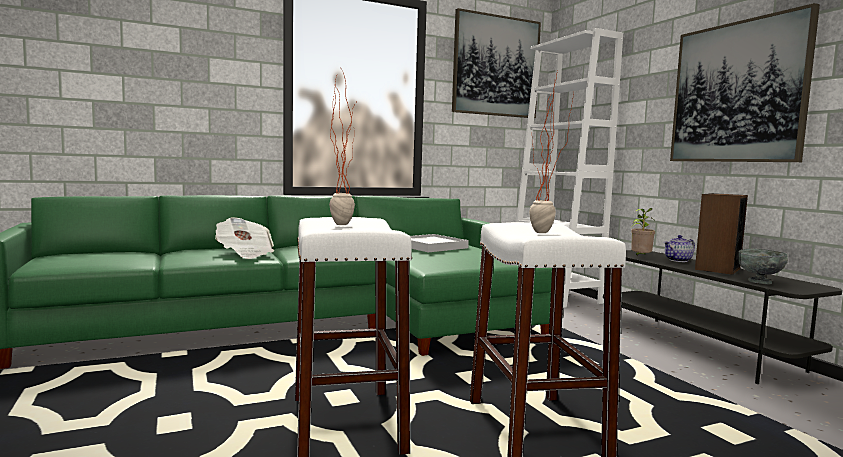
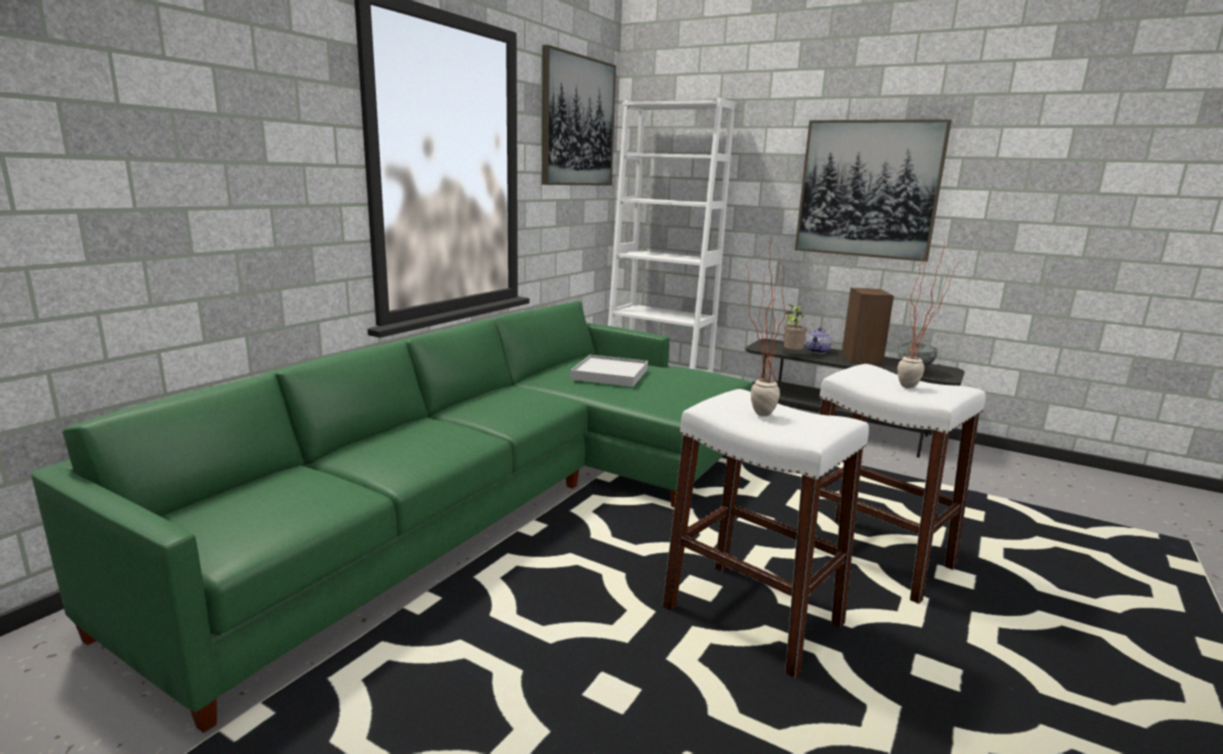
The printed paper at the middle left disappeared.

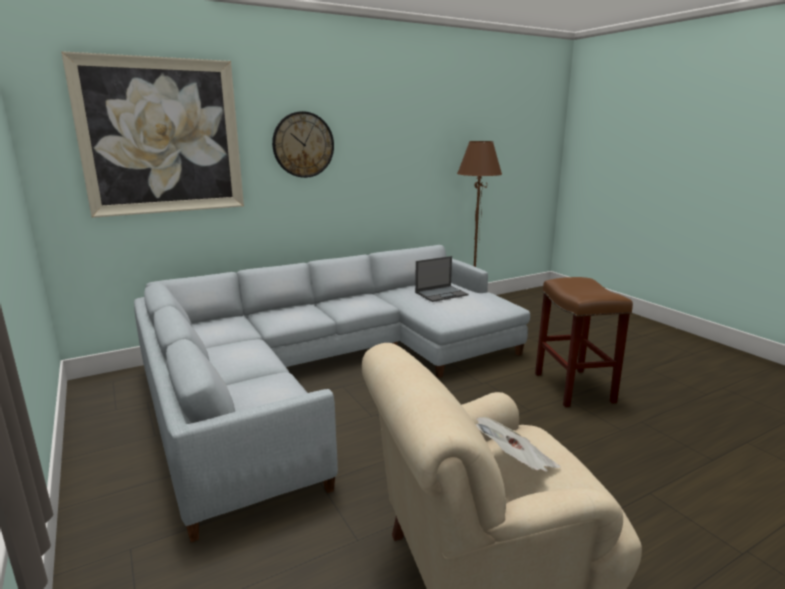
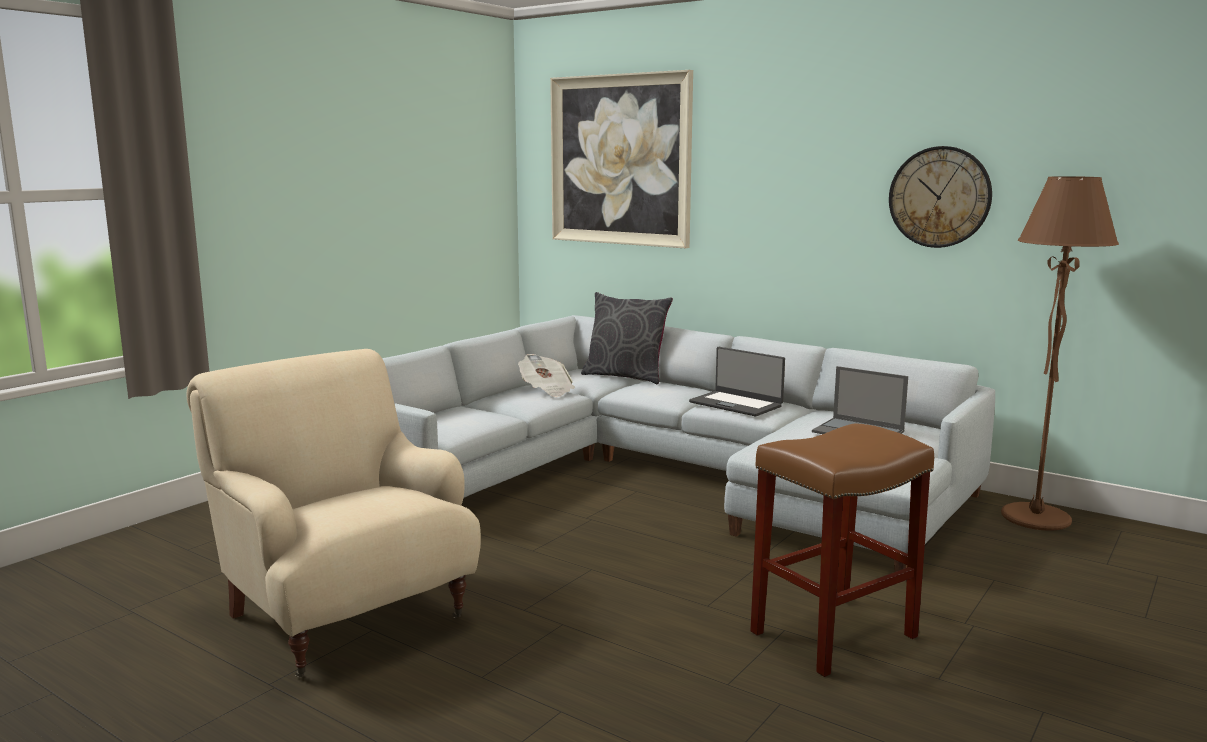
The grey cushion at the centre appeared.
The laptop (no. 1 from left) at the centre appeared.
The hanging clock moved from the top centre to the top right.
The printed paper moved from the bottom centre to the centre.

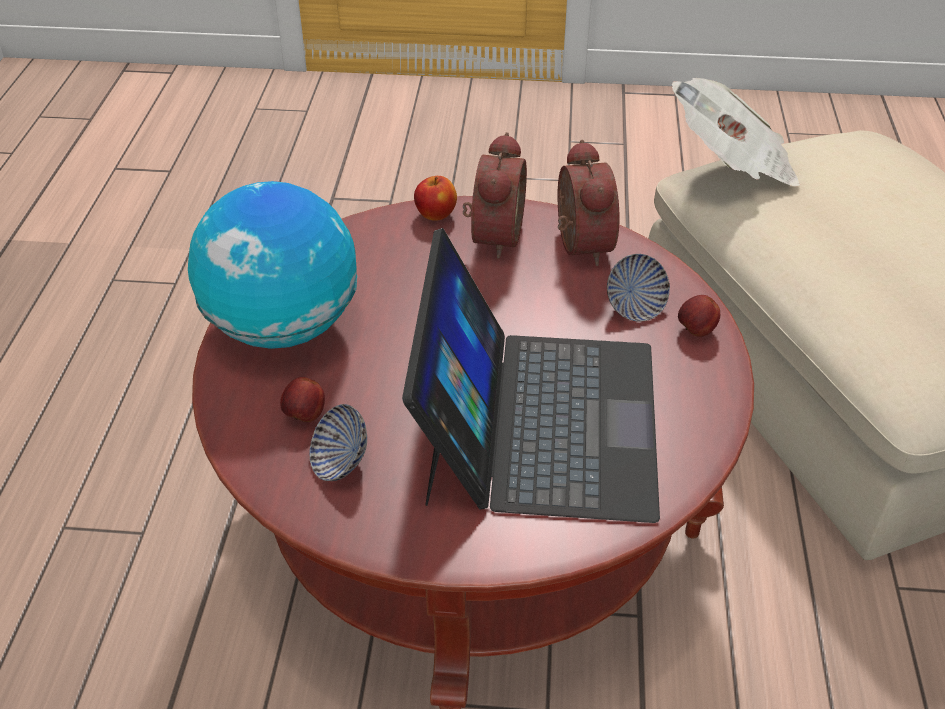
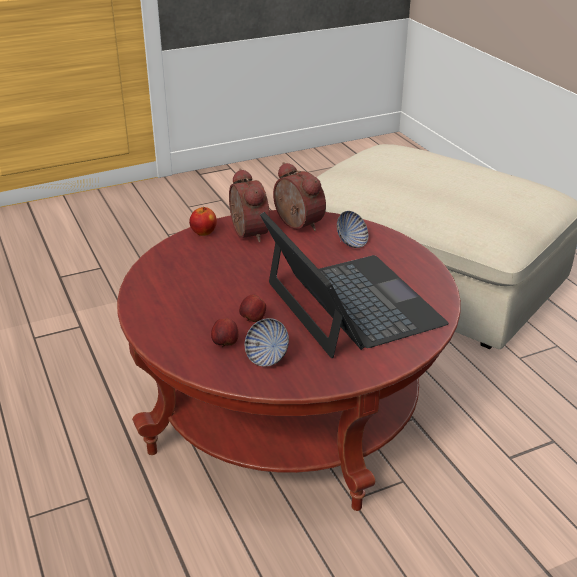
The desk globe at the middle left disappeared.
The printed paper at the top right disappeared.
The whole apple (no. 3 from left) moved from the middle right to the centre.

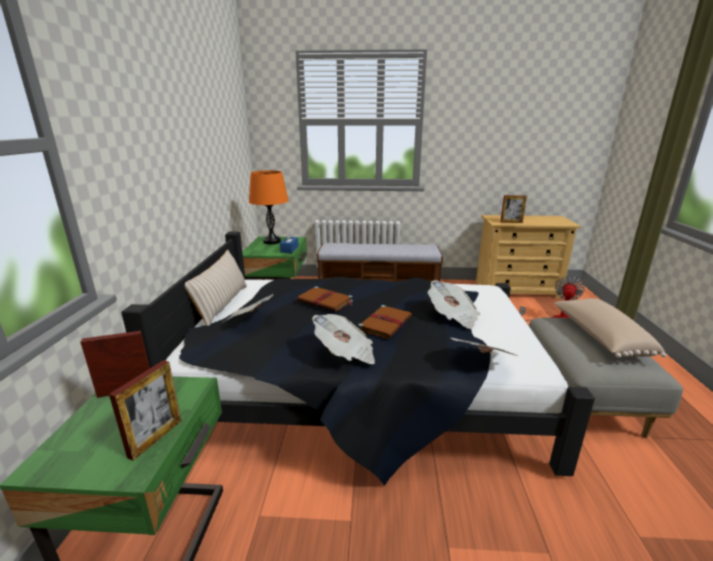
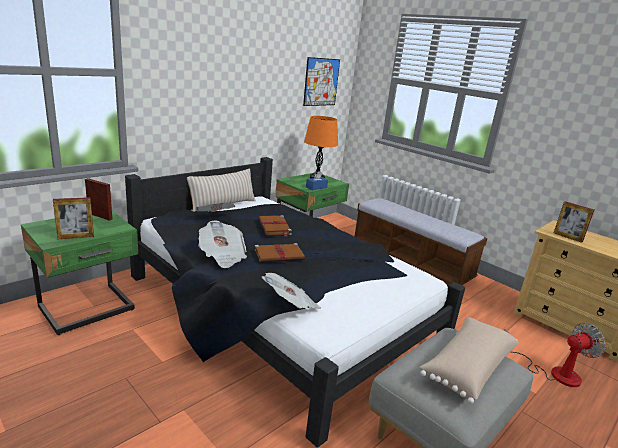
The printed paper (no. 3 from left) at the centre disappeared.
The wall picture at the top centre appeared.

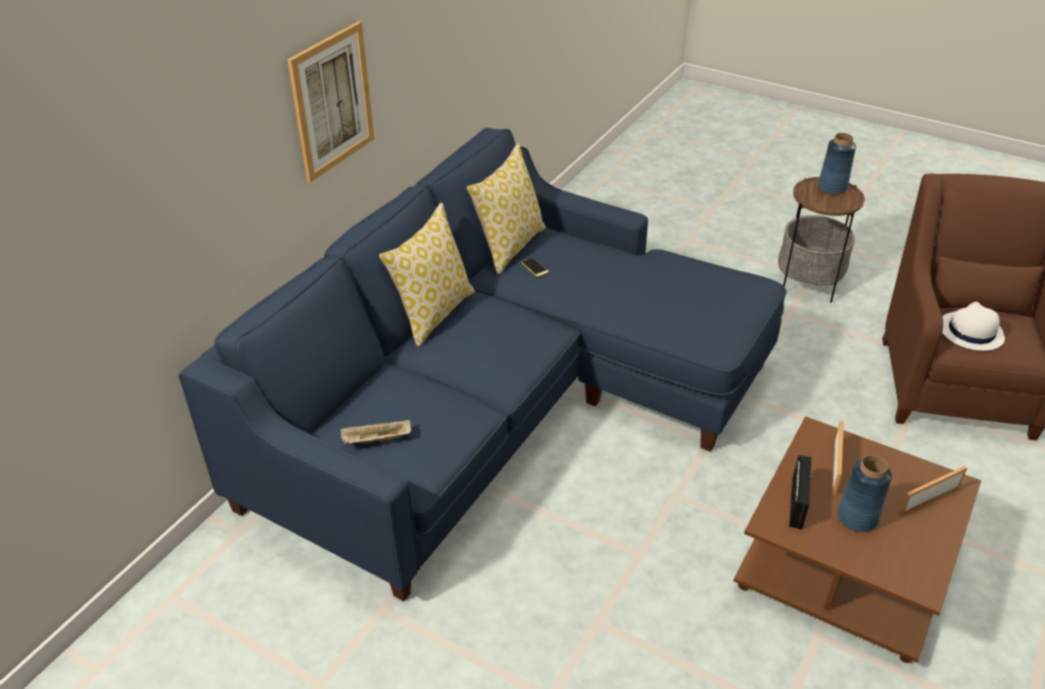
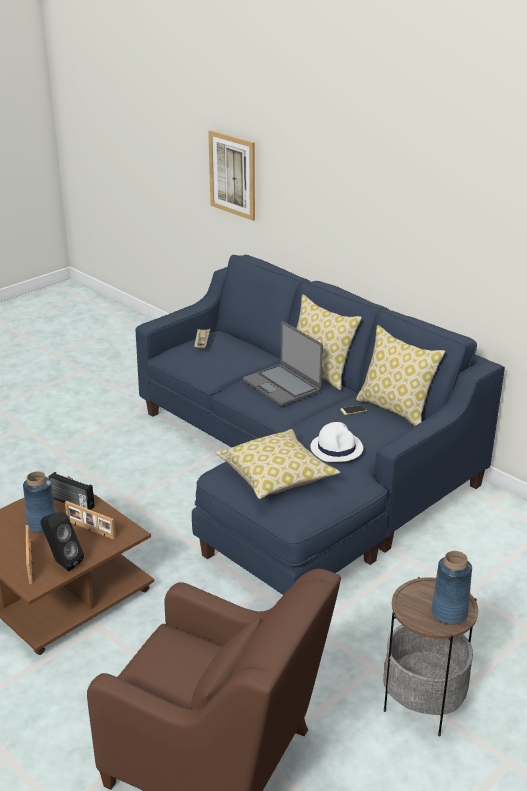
The black speaker at the bottom left appeared.
The cushion (no. 1 from left) at the centre appeared.
The laptop at the centre appeared.
The wall picture moved from the top left to the top centre.
The white-coloured hat moved from the middle right to the centre.

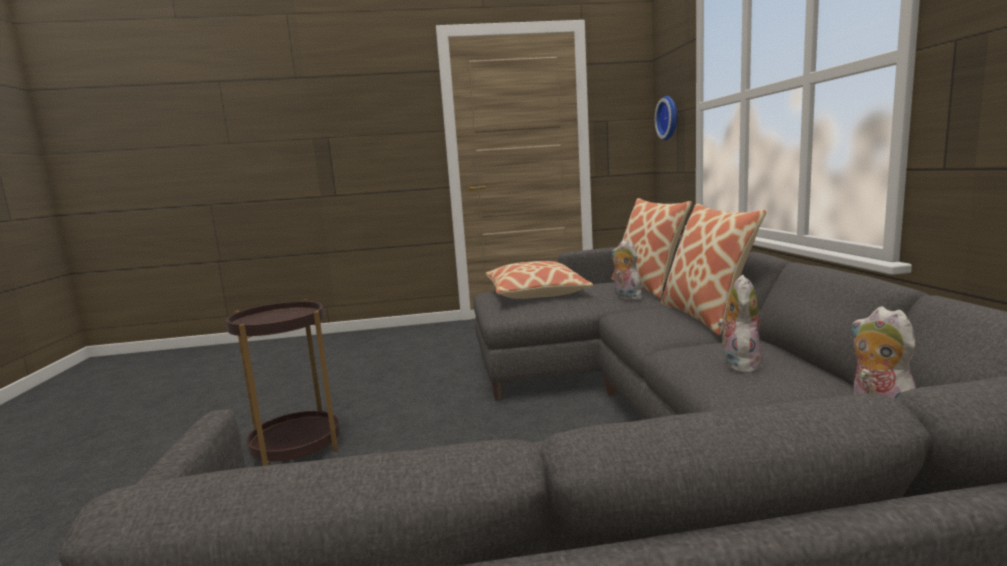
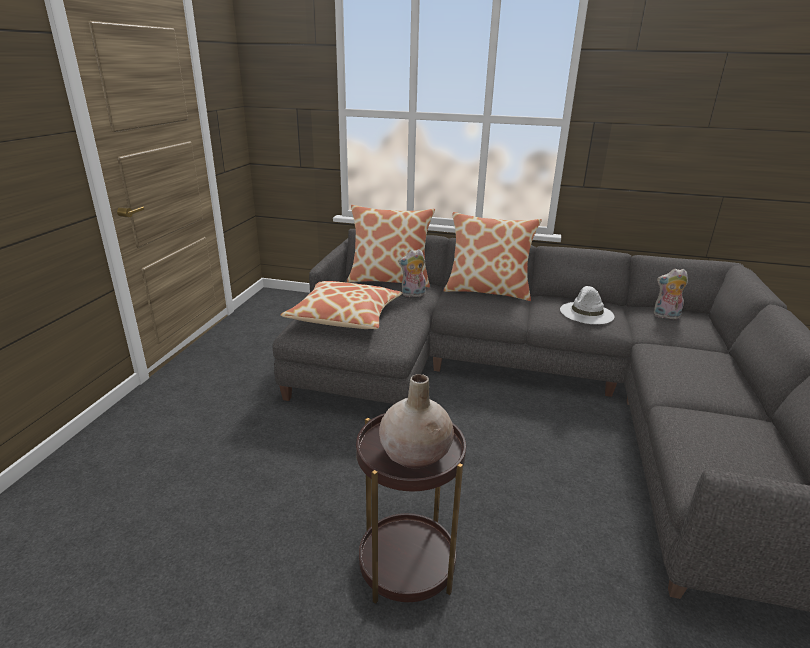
The hanging clock at the top centre disappeared.
The beige flower vase at the centre appeared.
The plush toy (no. 2 from left) at the middle right was replaced by the white-coloured hat at the middle right.

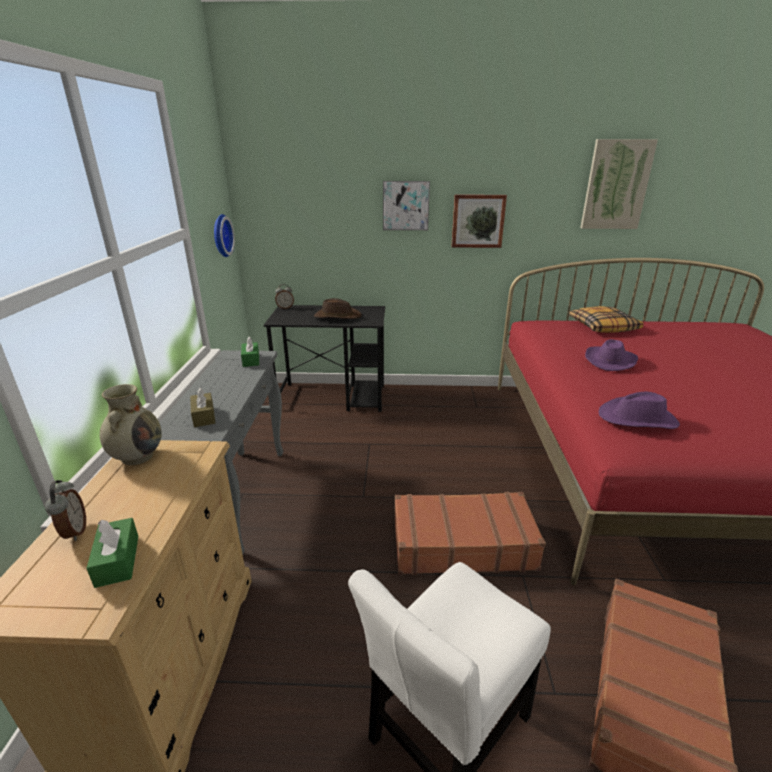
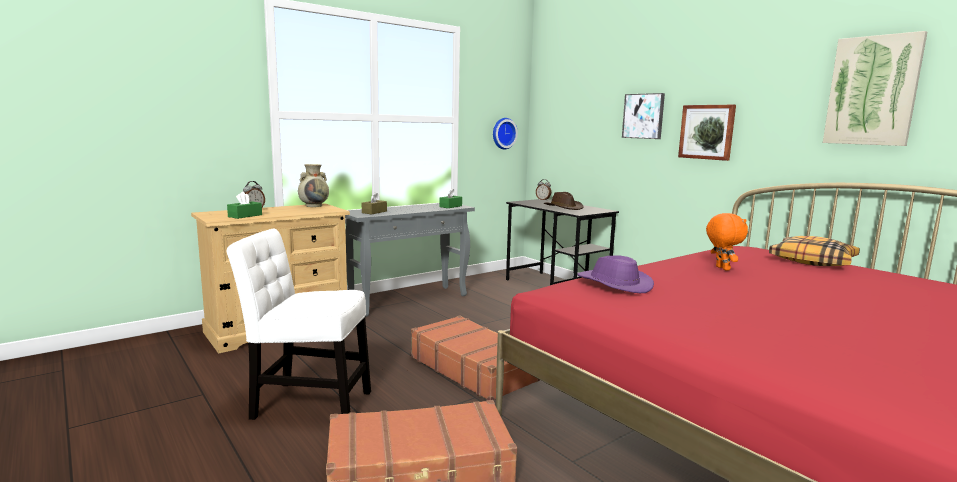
The purplish hat (no. 1 from left) at the middle right was replaced by the orange-coloured plush toy at the middle right.

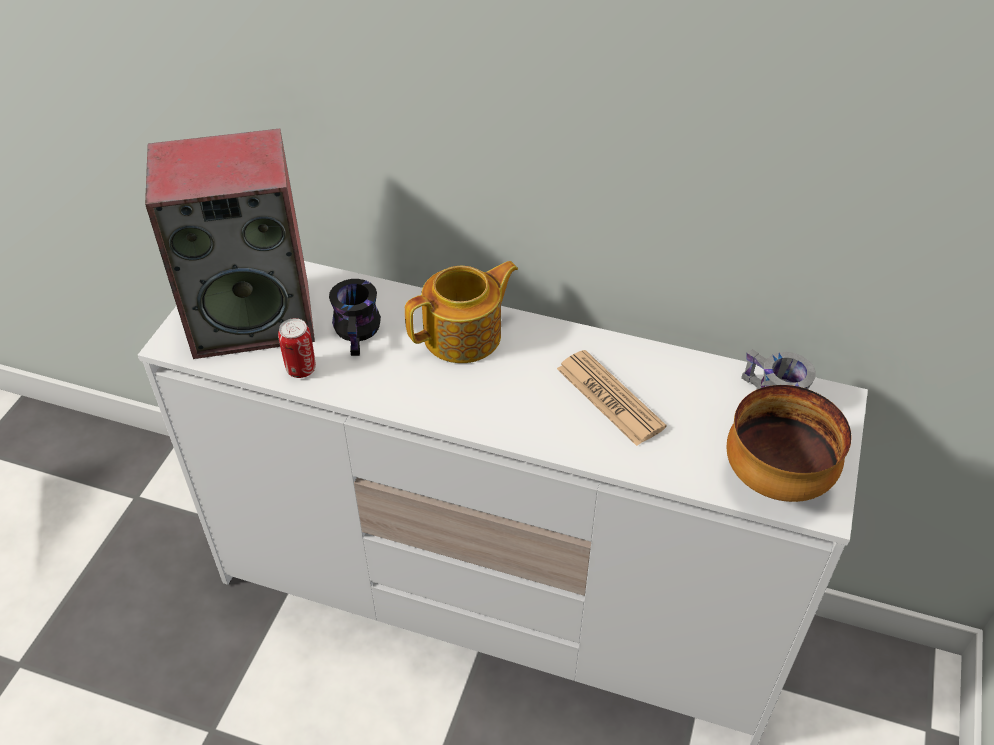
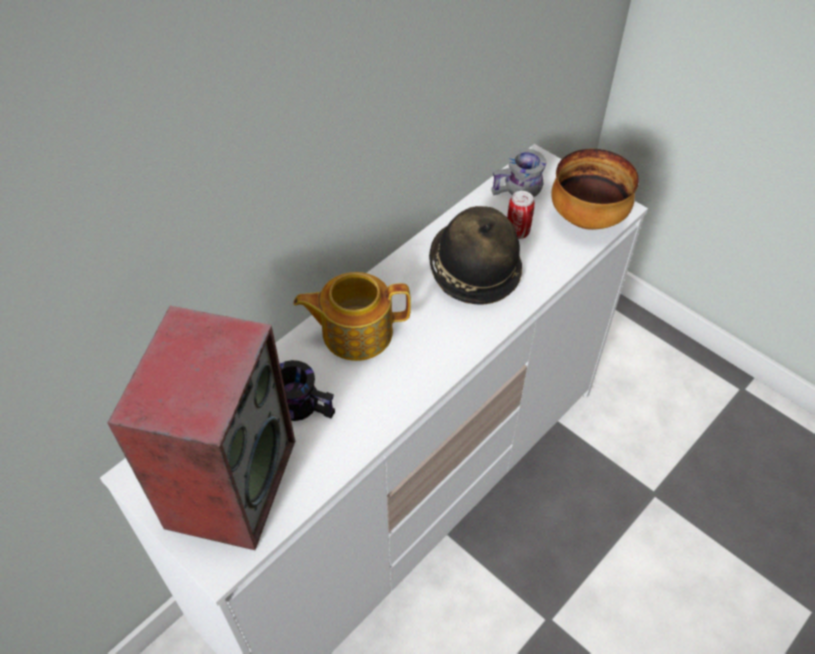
The can moved from the middle left to the top centre.
The printed paper at the centre was replaced by the hat at the centre.
The tea pot at the centre turned 90 degrees counterclockwise.

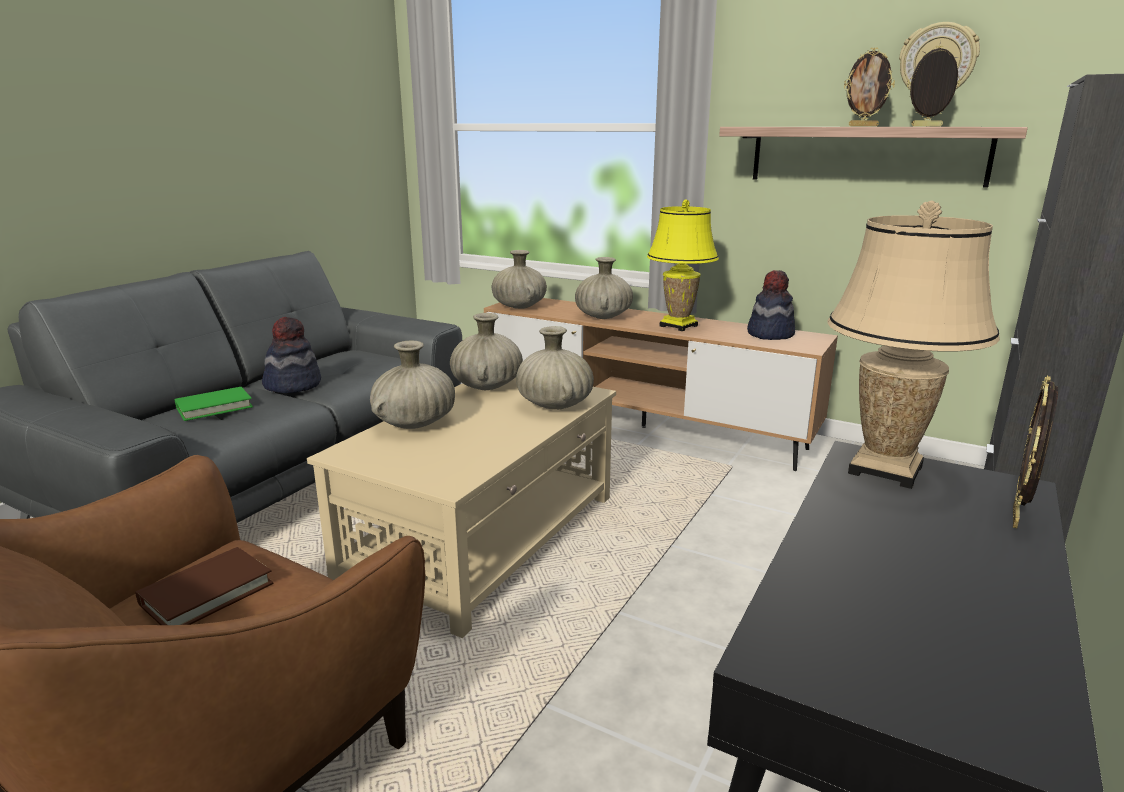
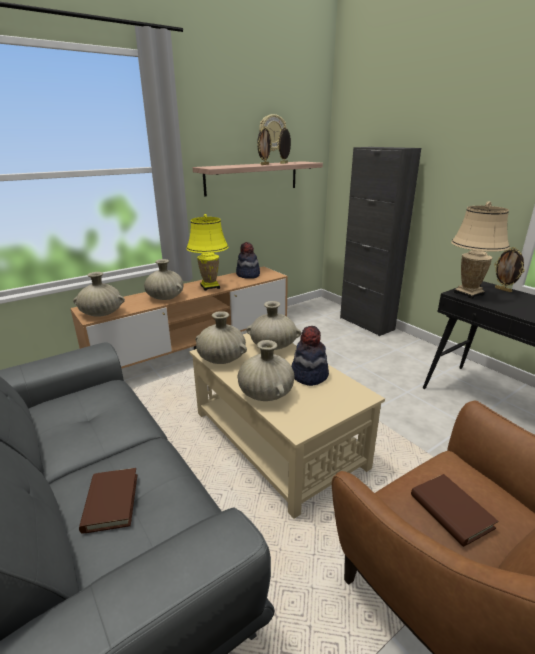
The hat (no. 1 from left in the first image) moved from the middle left to the centre.
The green-coloured book at the middle left became the brown book (no. 1 from left) at the bottom left.

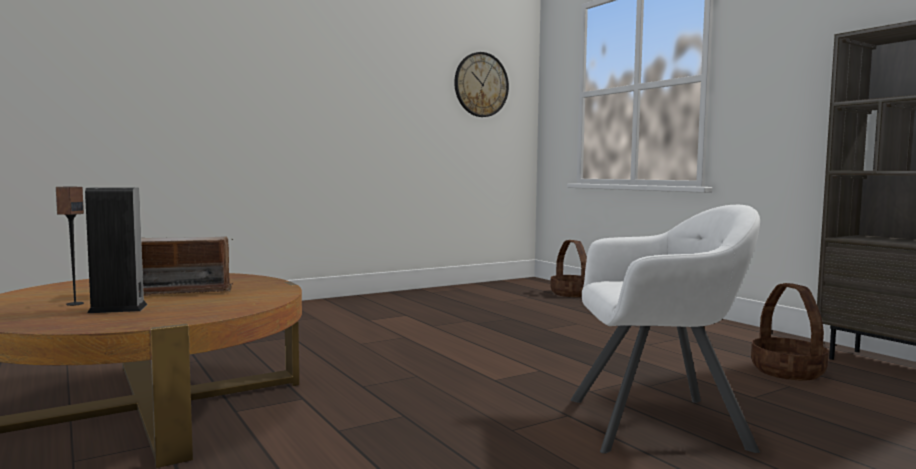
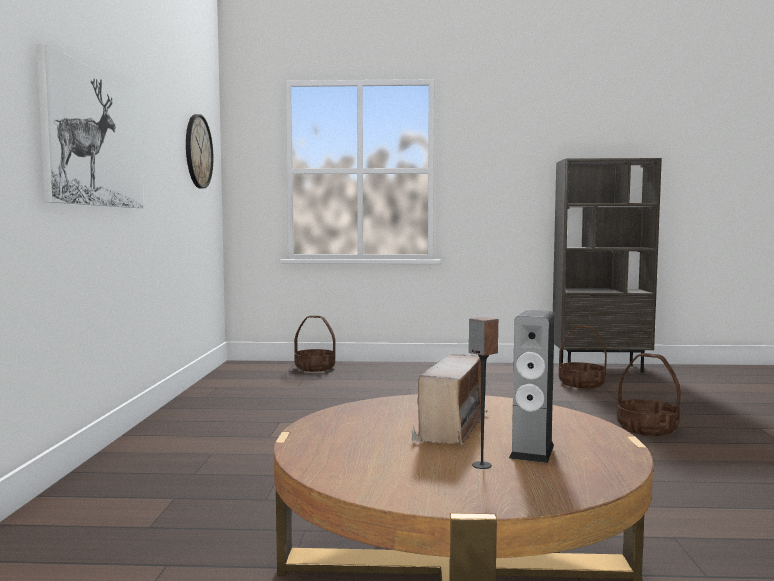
The wall picture at the top left appeared.
The white-coloured easy chair at the bottom right was replaced by the basket (no. 3 from left) at the bottom right.

